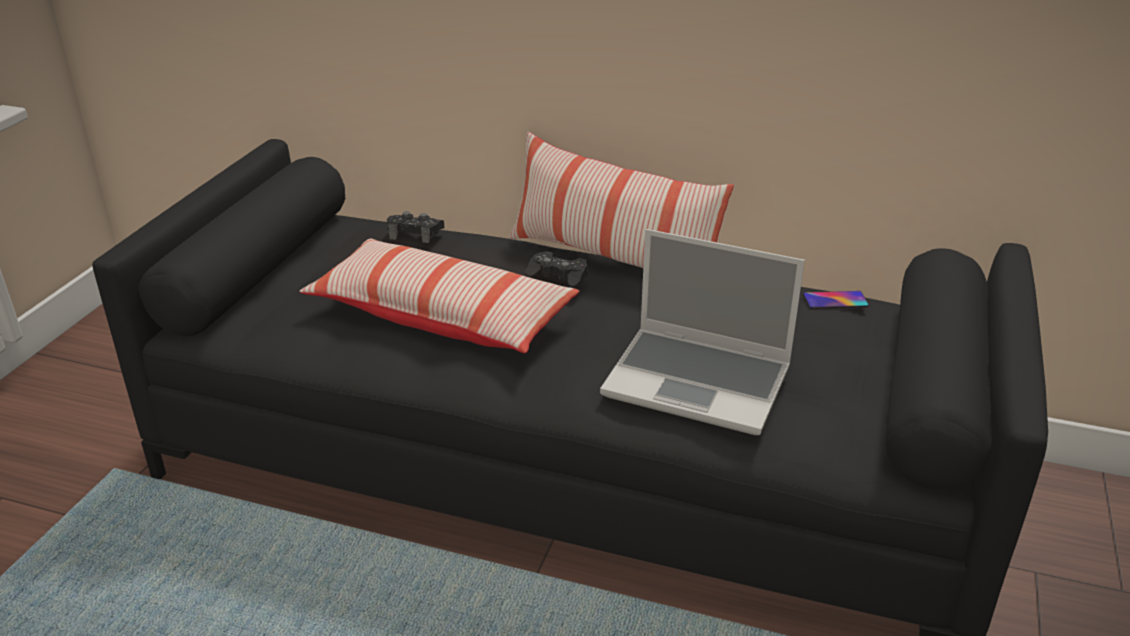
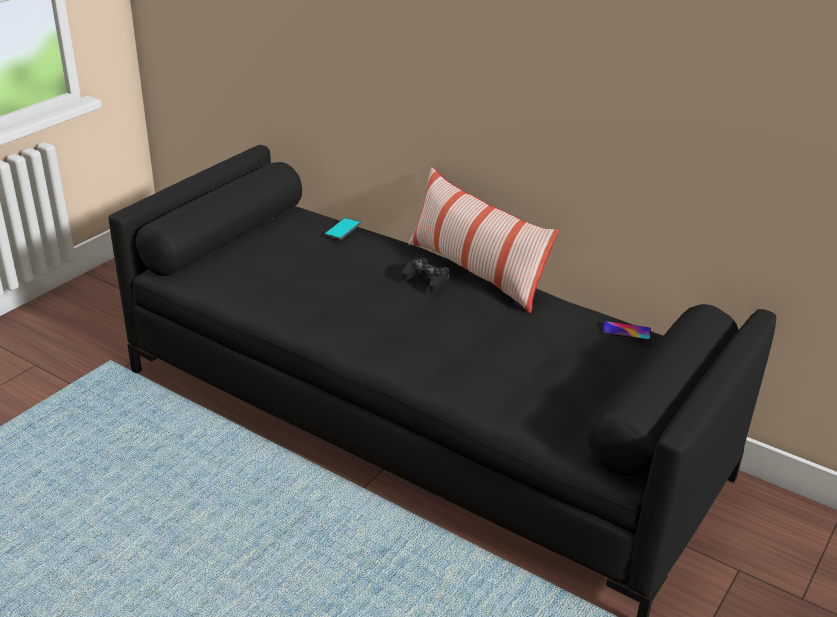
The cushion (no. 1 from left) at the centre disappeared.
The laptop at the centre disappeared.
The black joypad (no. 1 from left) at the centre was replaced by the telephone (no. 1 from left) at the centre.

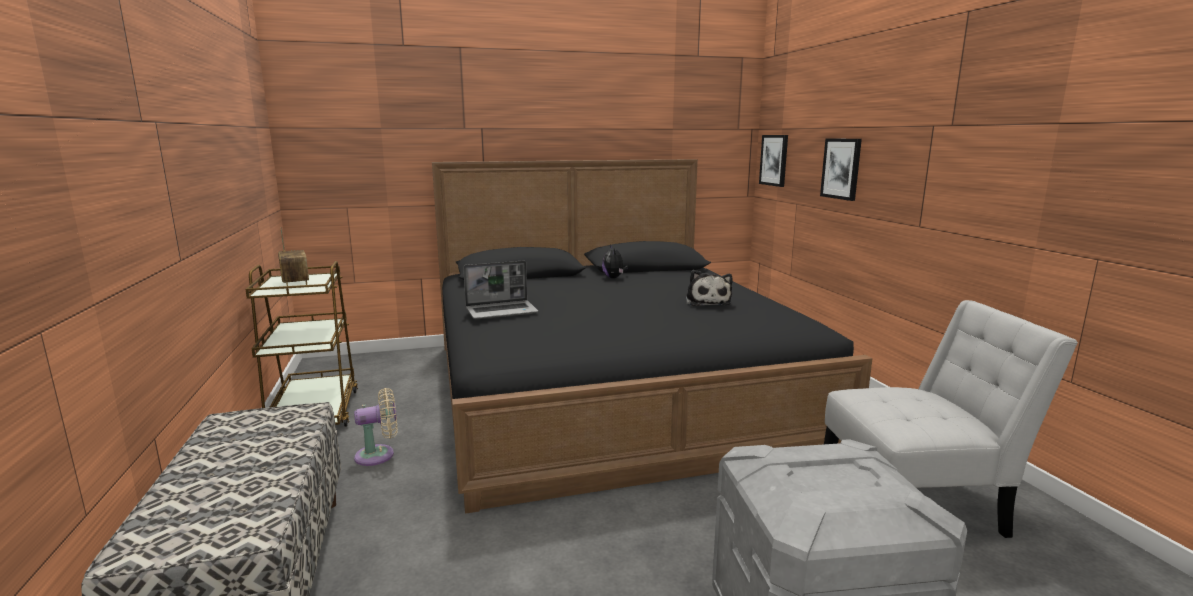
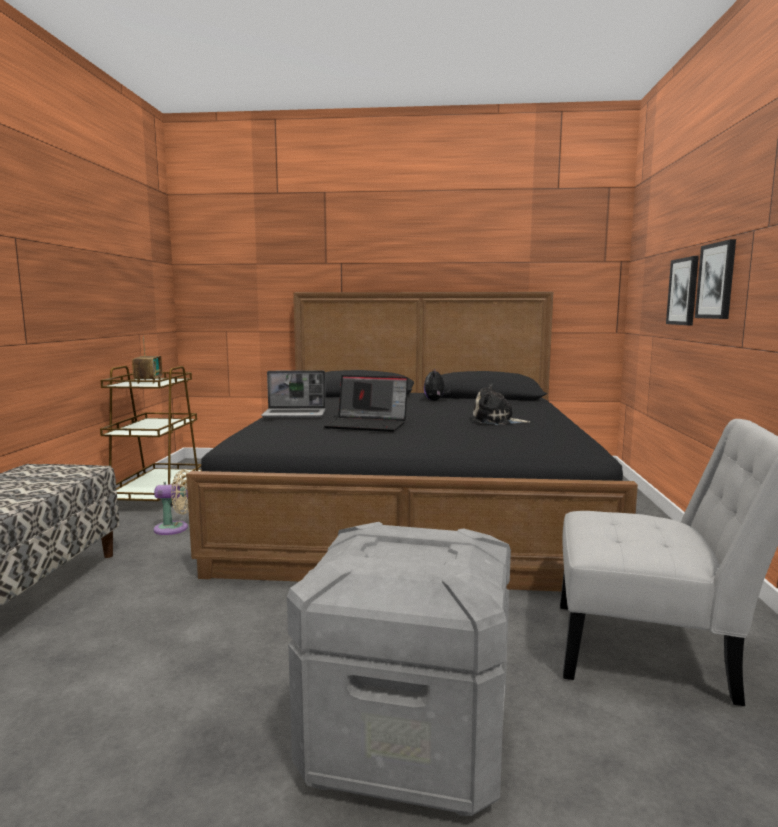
The laptop (no. 2 from left) at the centre appeared.
The wall picture (no. 1 from left in the first image) moved from the top centre to the middle right.
The plush toy (no. 2 from left) at the centre turned 90 degrees clockwise.

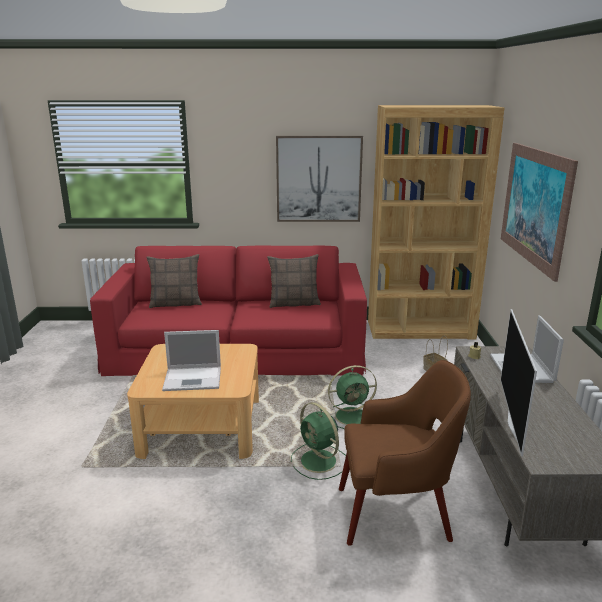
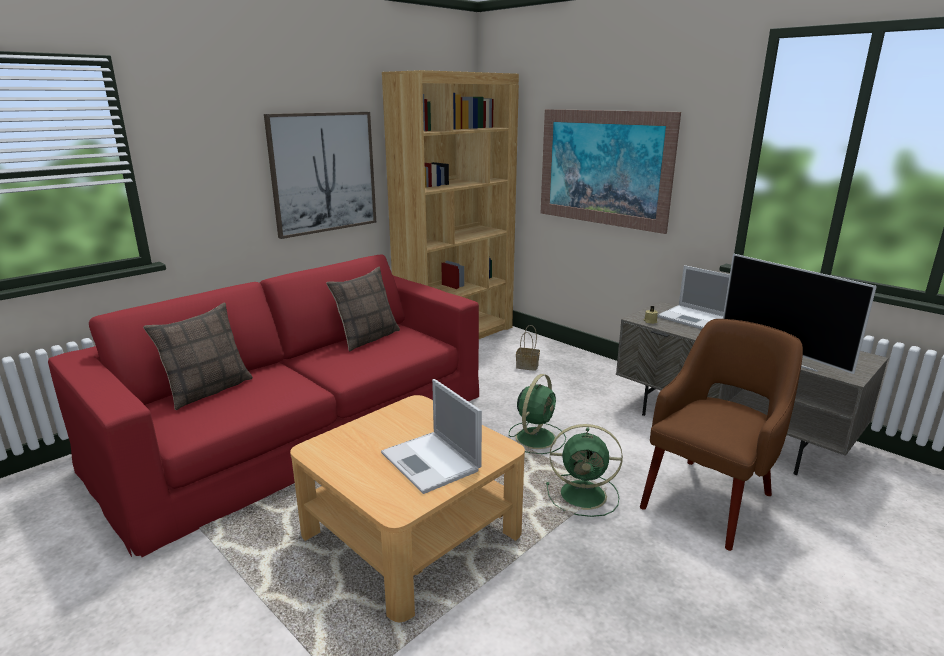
The laptop (no. 1 from left) at the middle left turned 105 degrees clockwise.

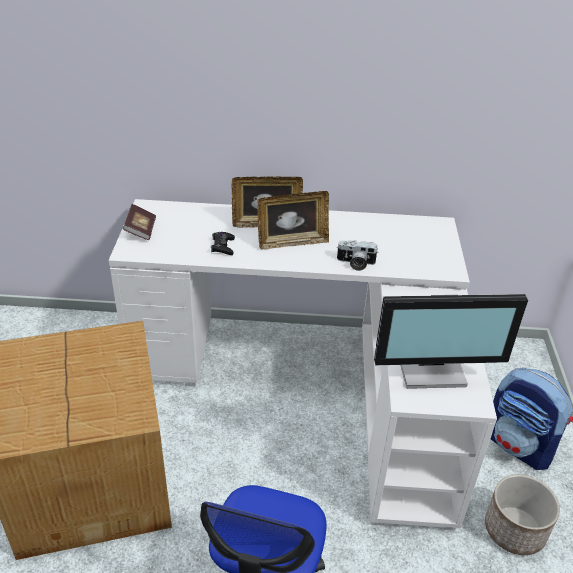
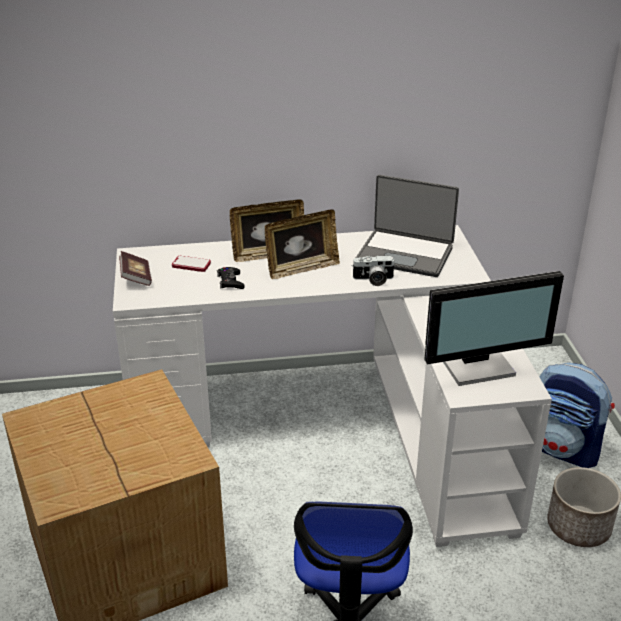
The telephone at the middle left appeared.
The laptop at the centre appeared.

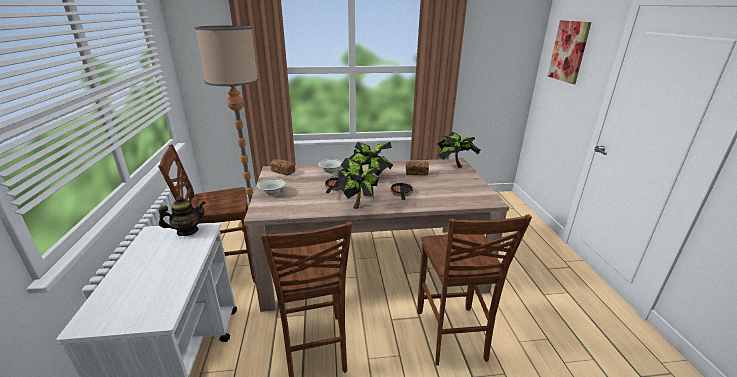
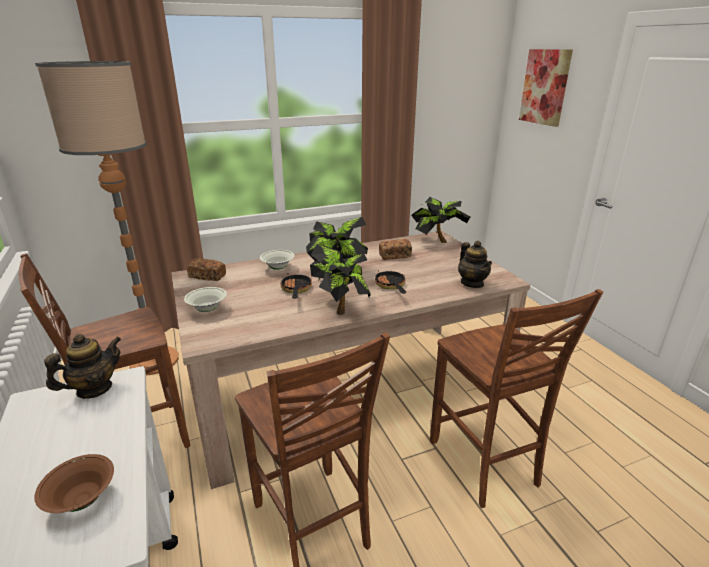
The brown serving bowl at the bottom left appeared.
The tea pot (no. 2 from left) at the middle right appeared.

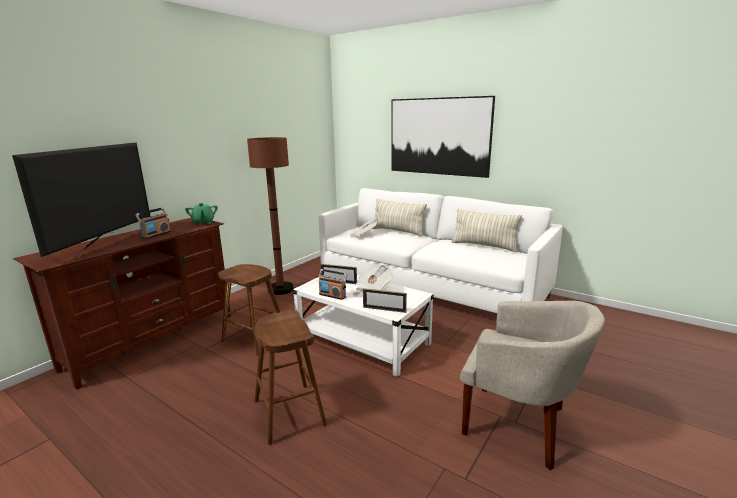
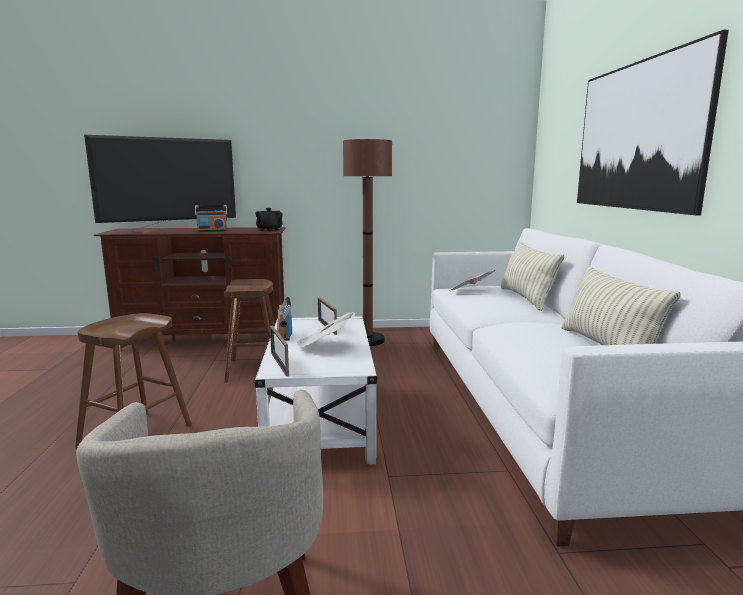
The green-coloured tea pot at the middle left became the black tea pot at the centre.

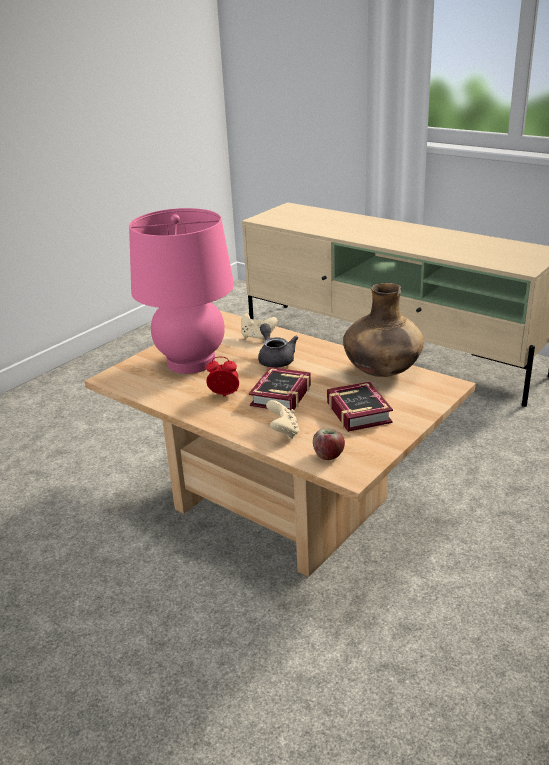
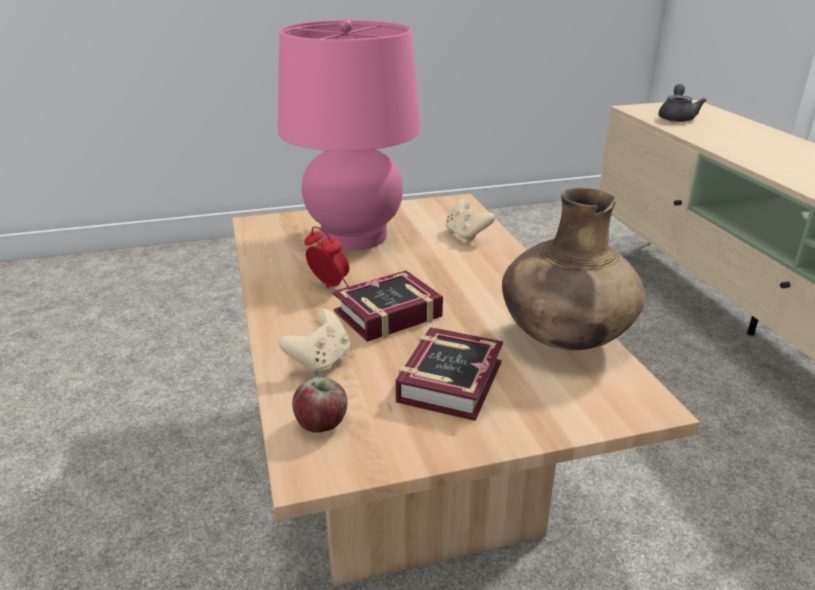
The grey tea pot moved from the centre to the top right.

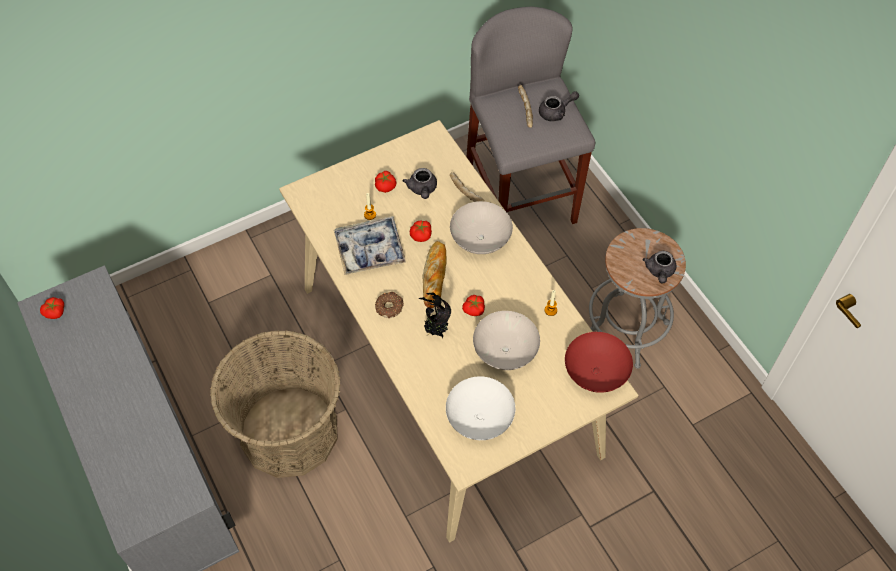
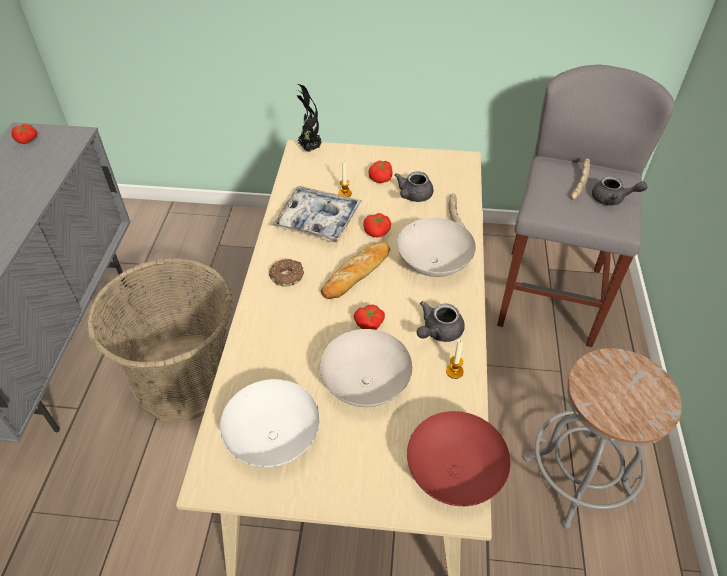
The houseplant moved from the centre to the top centre.
The grey tea pot (no. 3 from left in the first image) moved from the middle right to the centre.

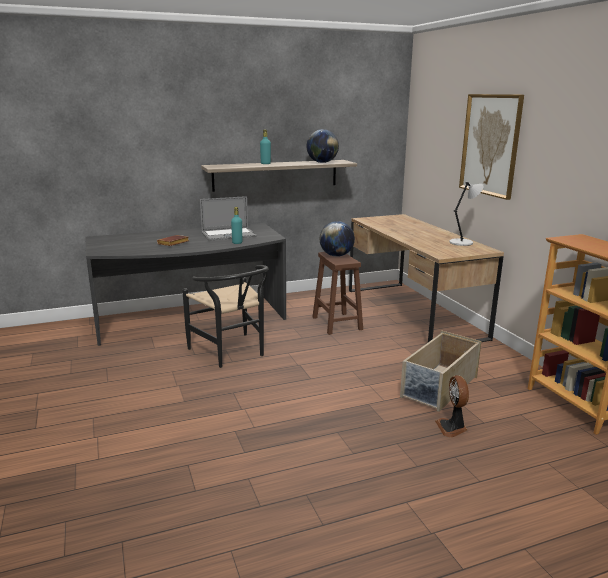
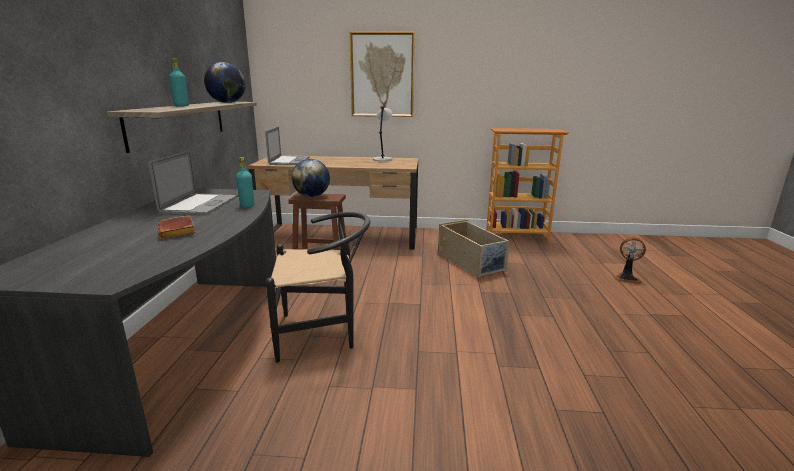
The laptop (no. 2 from left) at the top centre appeared.
The cooling fan moved from the bottom right to the middle right.

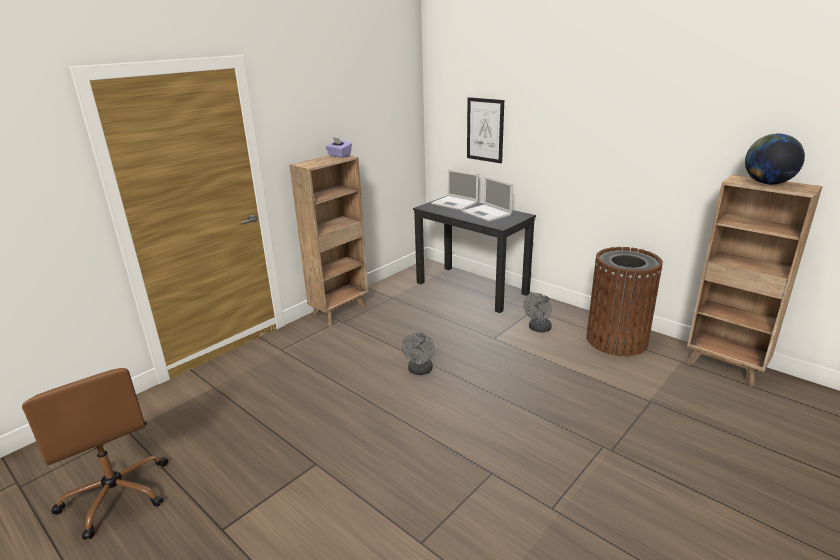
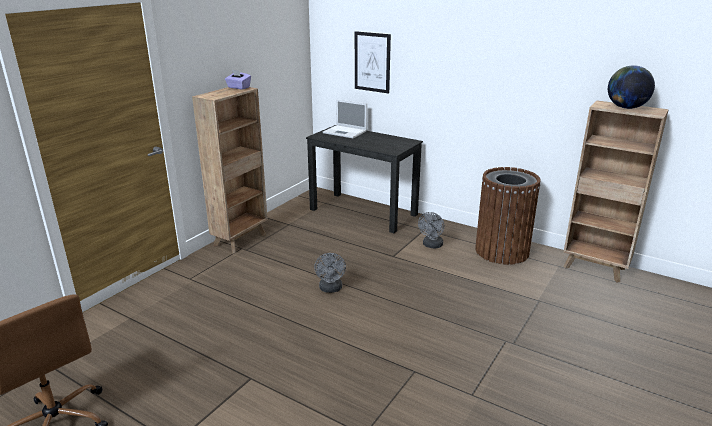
The laptop (no. 2 from left) at the centre disappeared.

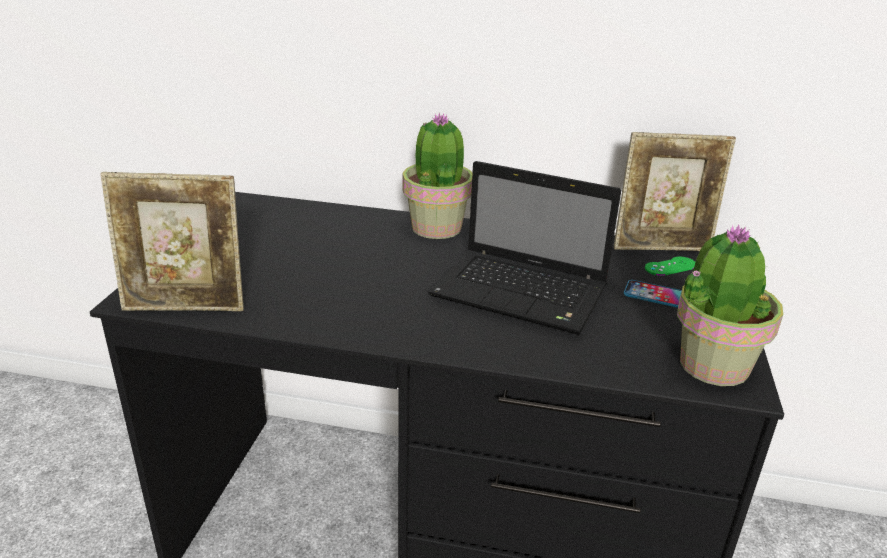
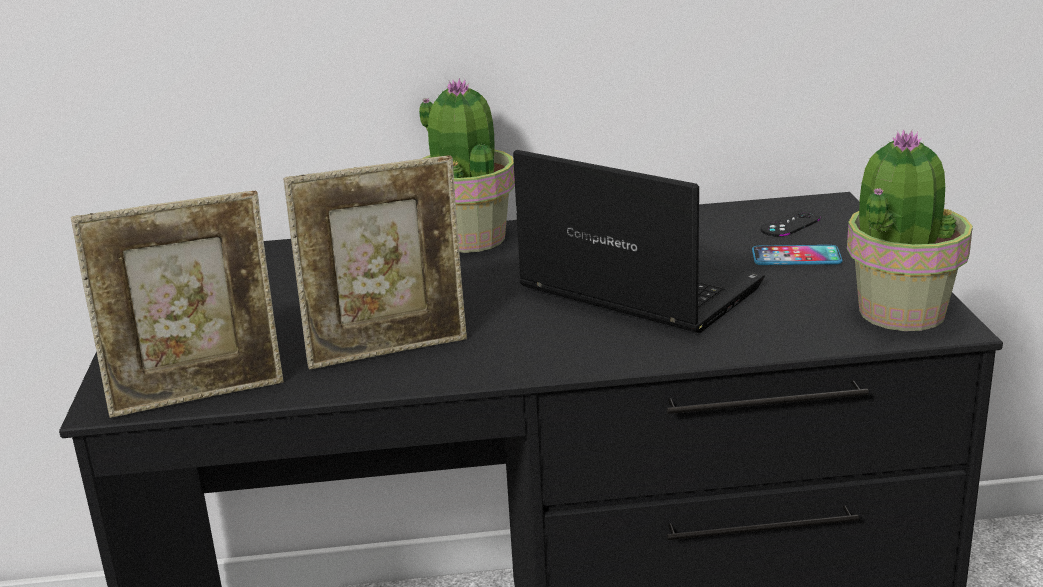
The standing frame (no. 2 from left) moved from the middle right to the centre.
The green-coloured joypad at the middle right became the black joypad at the middle right.
The laptop at the centre turned 150 degrees counterclockwise.

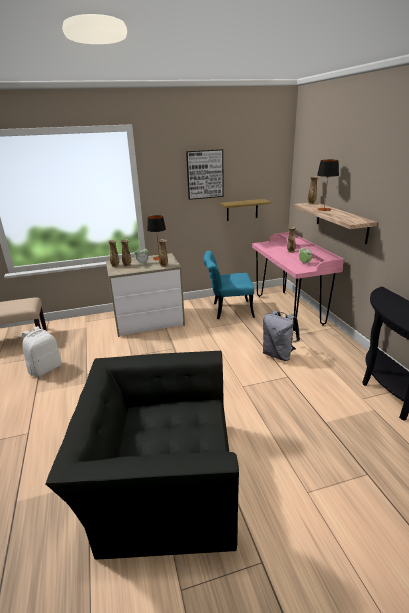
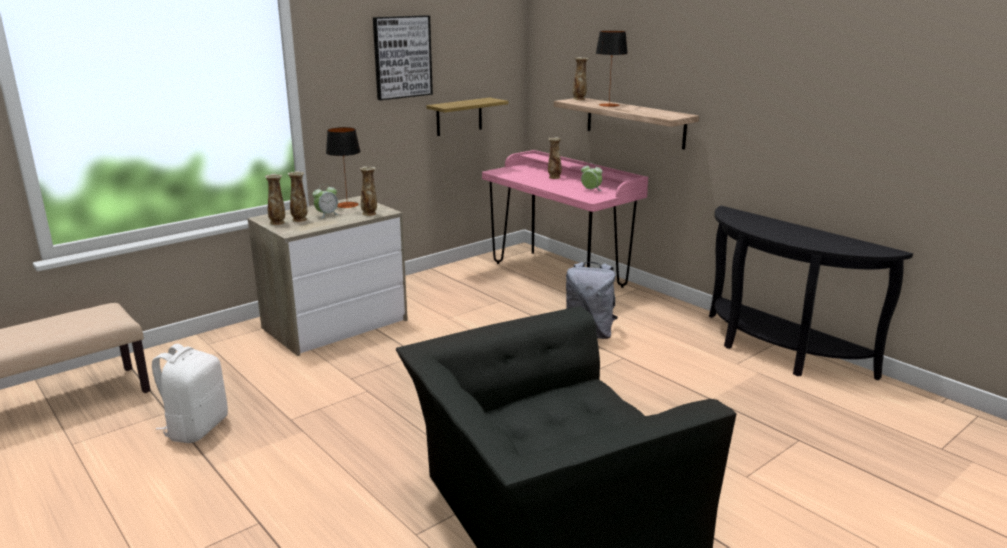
The turquoise chair at the centre disappeared.

